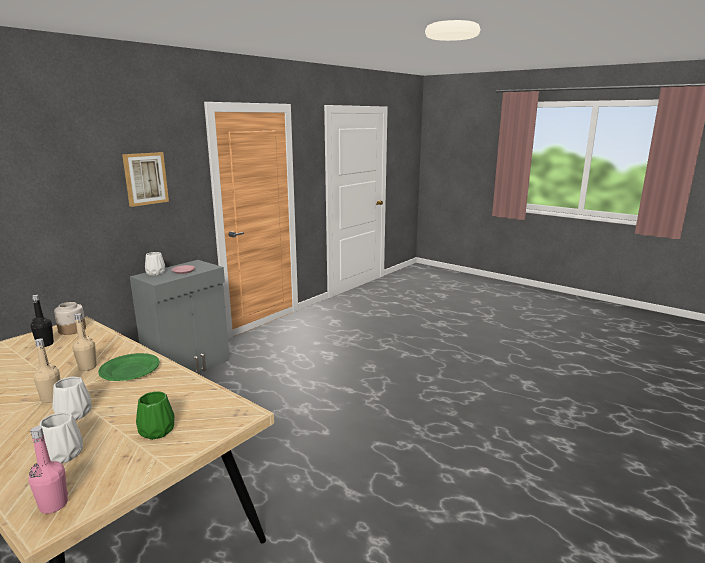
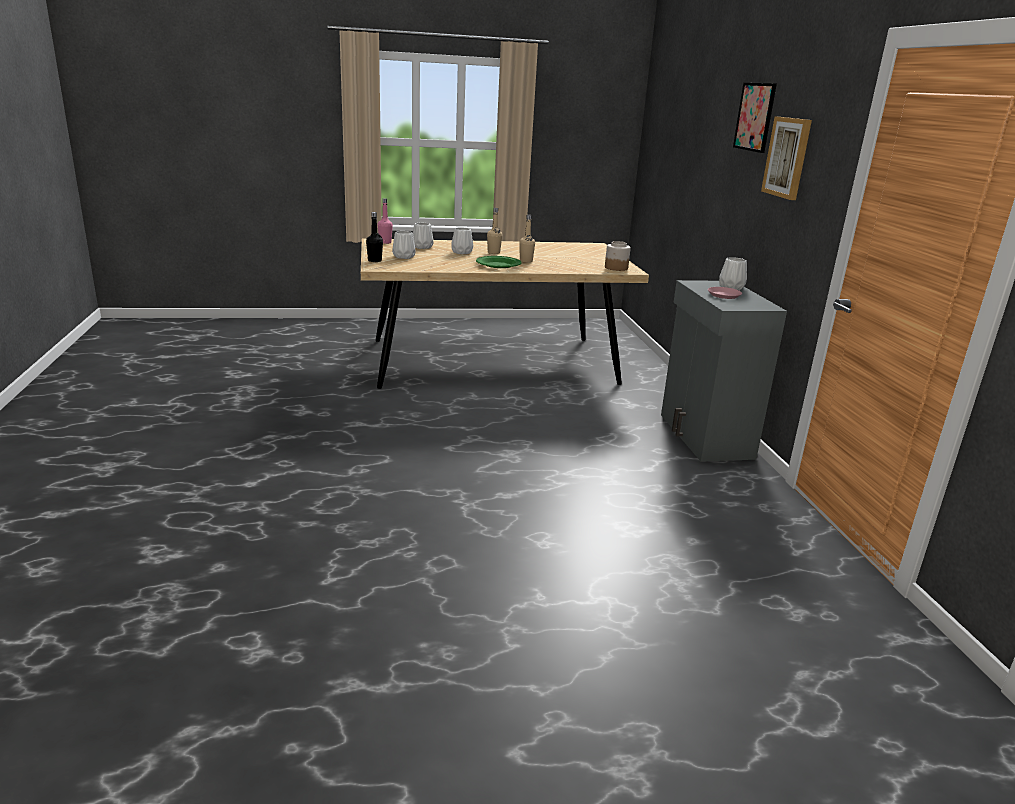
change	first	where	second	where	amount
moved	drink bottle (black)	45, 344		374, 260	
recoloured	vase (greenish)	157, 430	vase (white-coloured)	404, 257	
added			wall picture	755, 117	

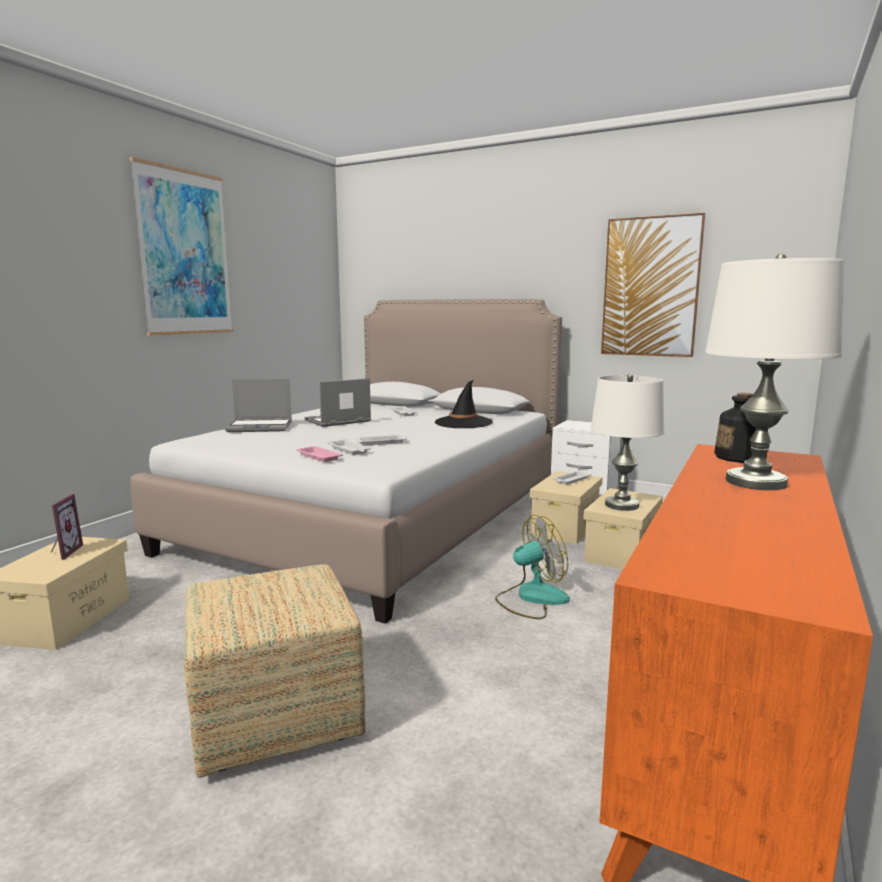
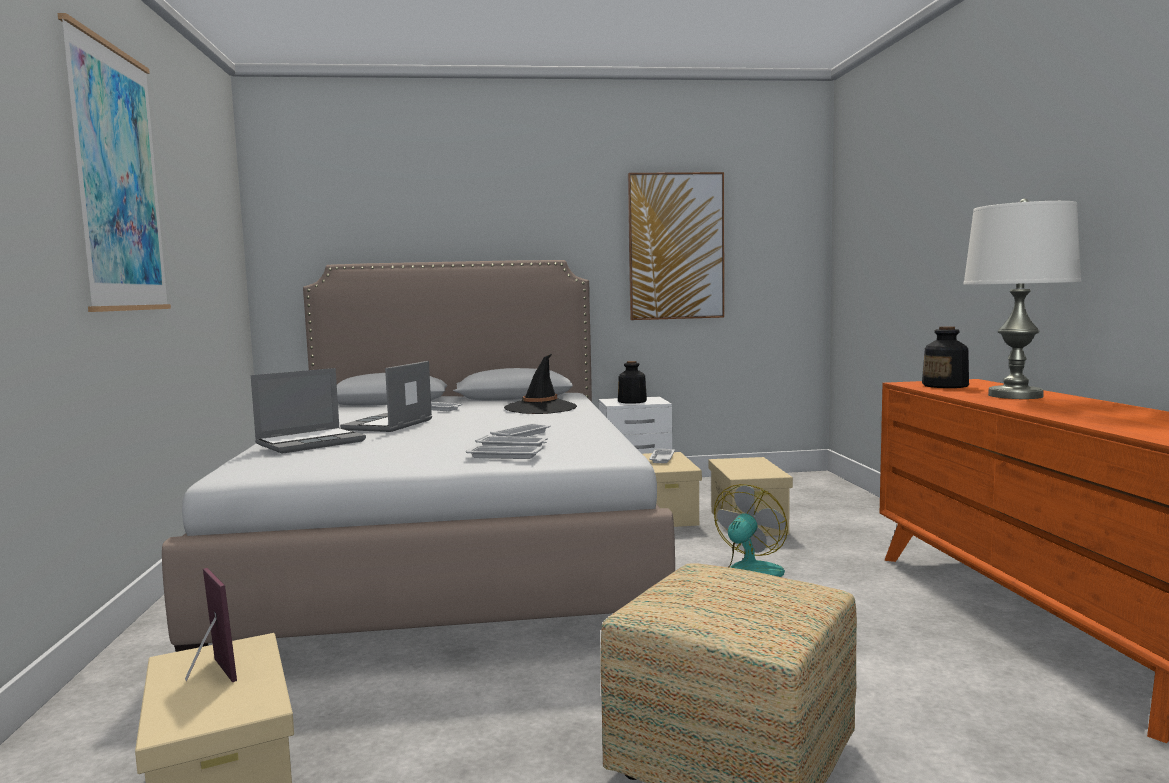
change	first	where	second	where	amount
recoloured	carrying tray (pinkish)	318, 457	carrying tray (white-coloured)	503, 456	
removed	lamp for a table (white-coloured)	621, 505			
added			drink bottle	632, 401	

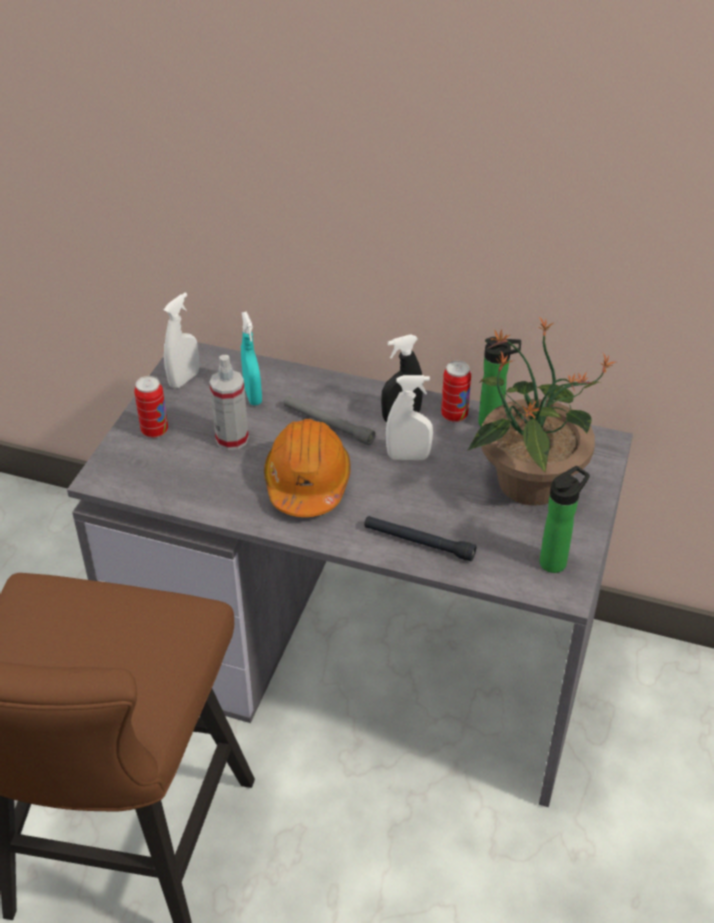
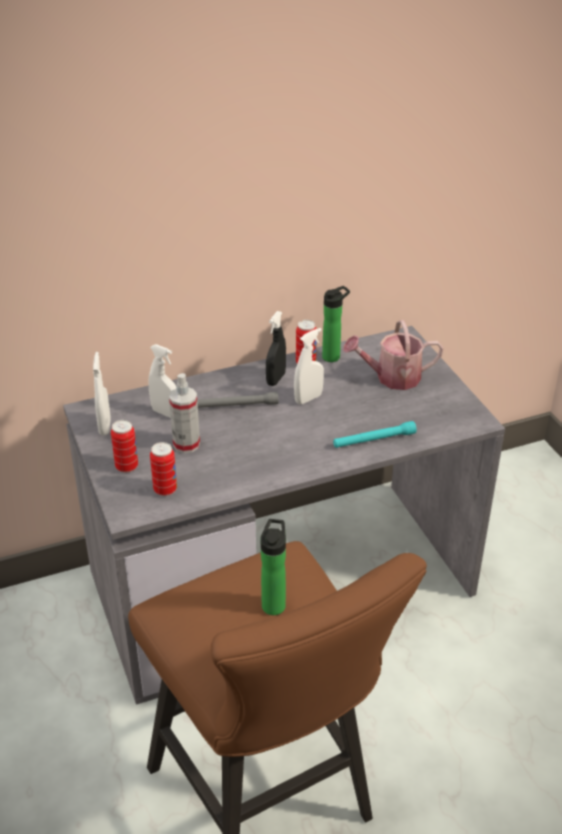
change	first	where	second	where	amount
recoloured	hand sprayer (turquoise)	252, 395	hand sprayer (white-coloured)	165, 413	
removed	hard hat (orangey)	307, 482			
recoloured	torch (black)	418, 543	torch (turquoise)	374, 440	
replaced	houseplant	528, 483	sprinkling can	391, 378	
moved	drink bottle	556, 561		274, 603	
added			can	165, 490	

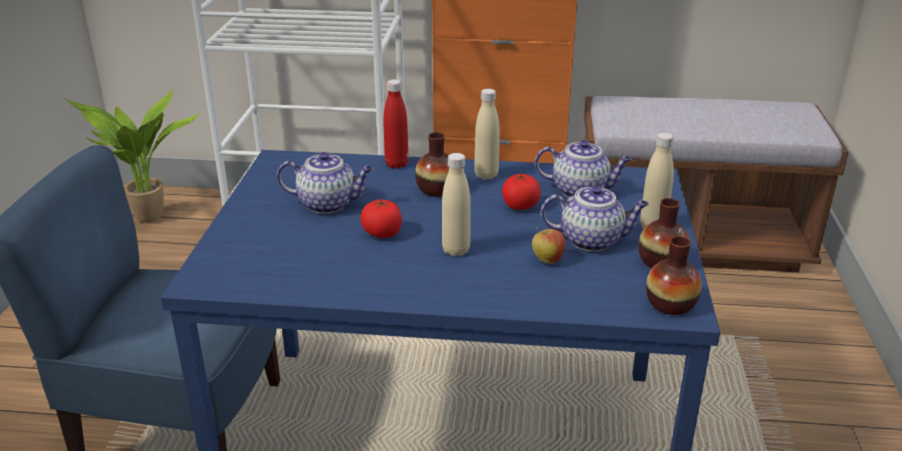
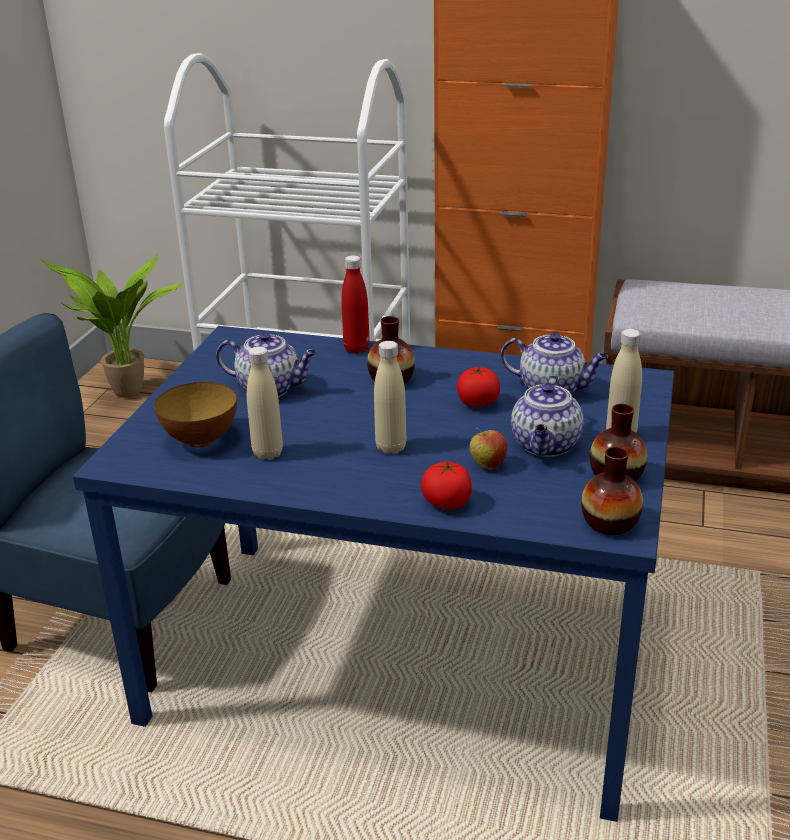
change	first	where	second	where	amount
moved	tomato	382, 233		447, 503	
moved	drink bottle (sand-coloured)	486, 175		267, 453	
turned	tea pot	592, 240		546, 446	90 degrees clockwise
added			deep dish	201, 440	

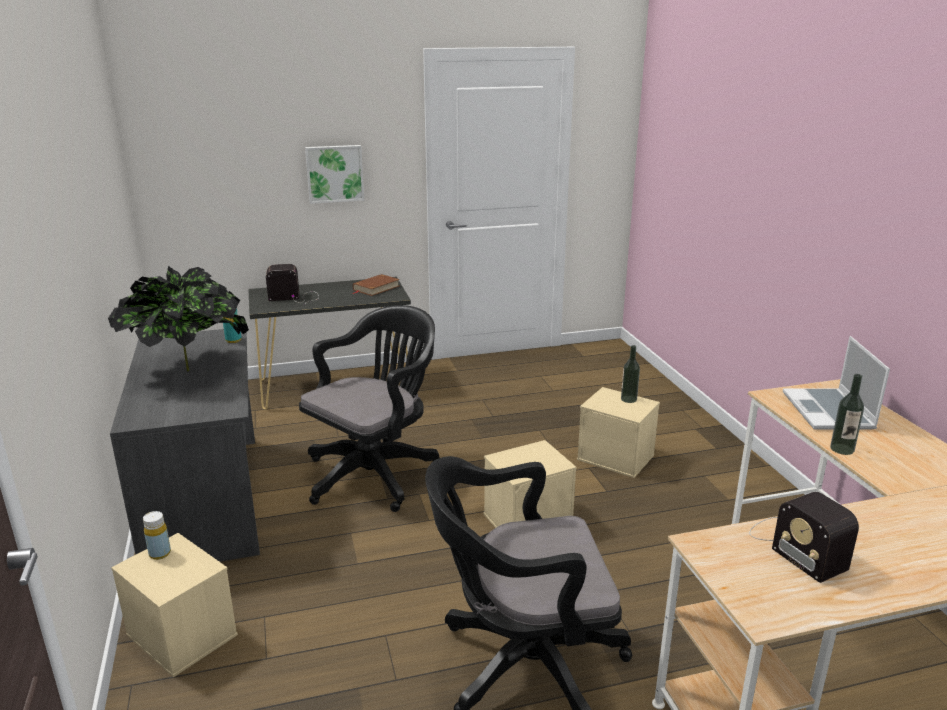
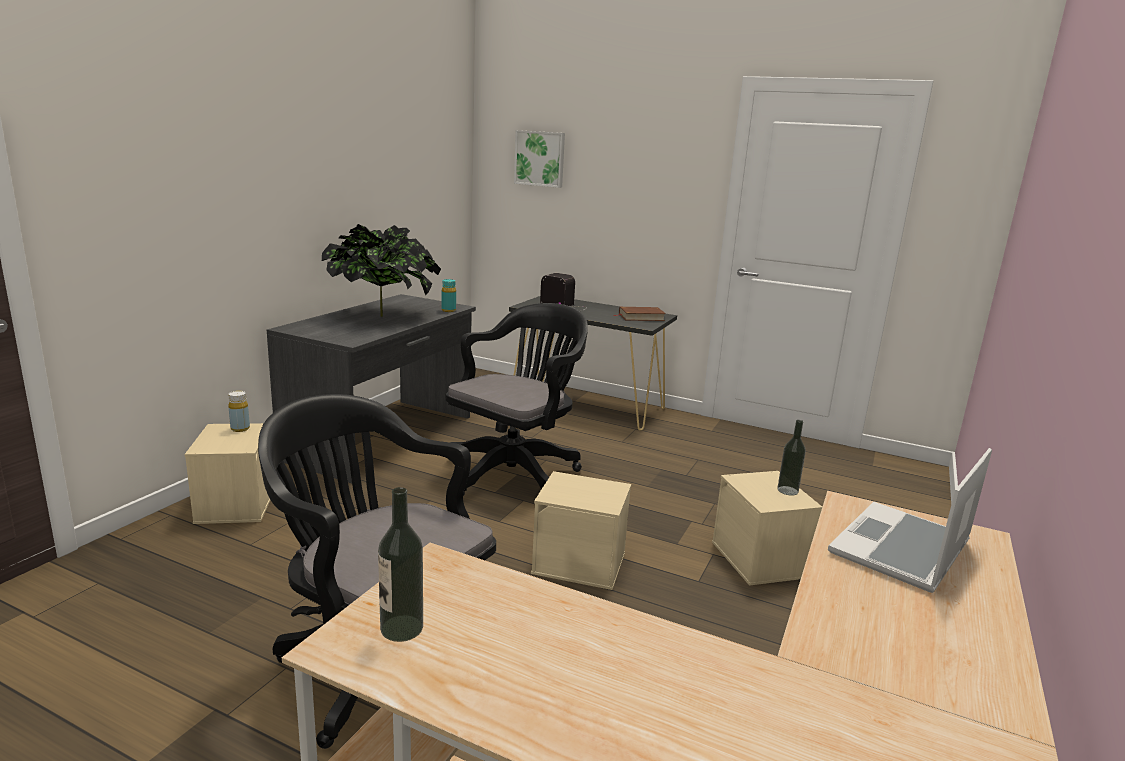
change	first	where	second	where	amount
turned	computer chair (black)	376, 473		516, 472	45 degrees counterclockwise
moved	wall picture	334, 173		540, 158	
removed	radio receiver	795, 545			
moved	drink bottle	842, 449		401, 628	

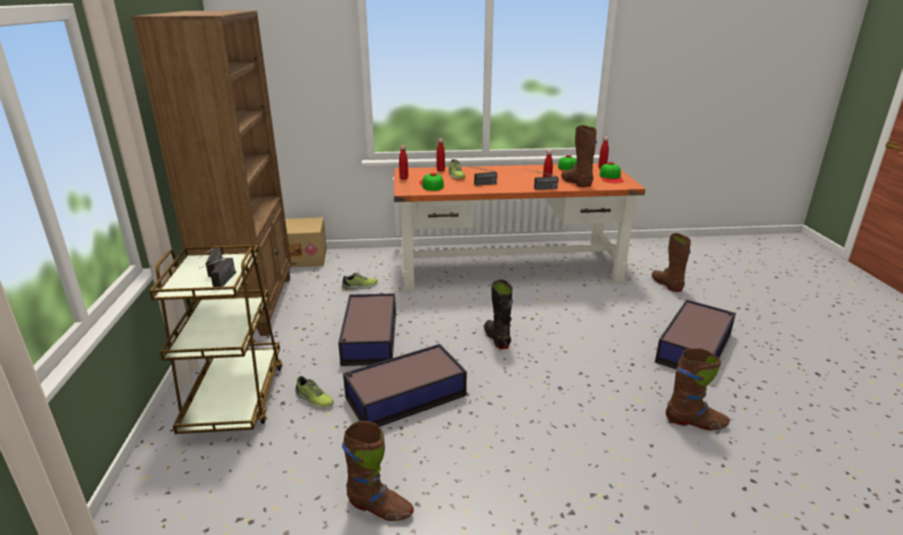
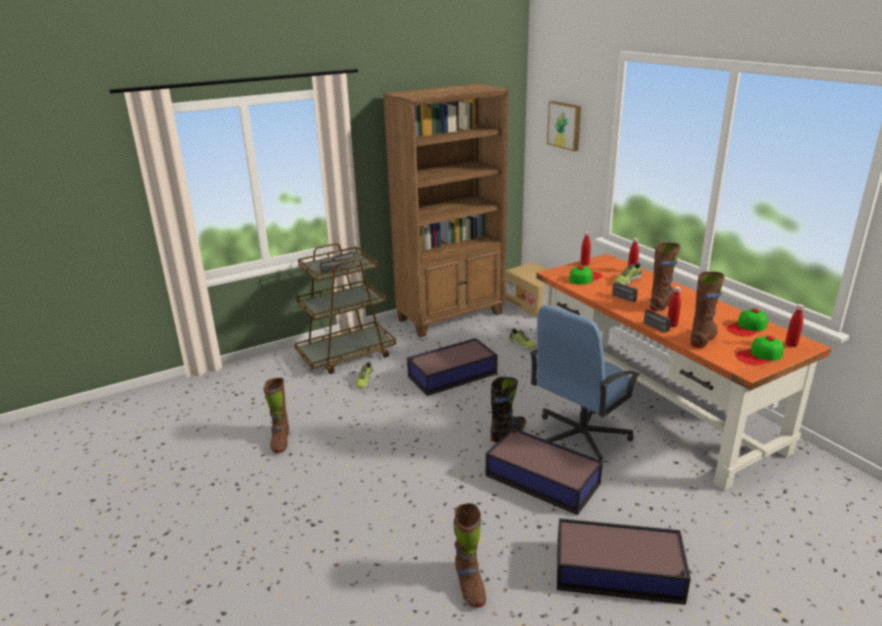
change	first	where	second	where	amount
moved	storage container	404, 396		541, 479	
moved	high-top boot (brown)	667, 284		663, 304	
added			computer chair (blue)	580, 437	
added			wall picture	565, 125	

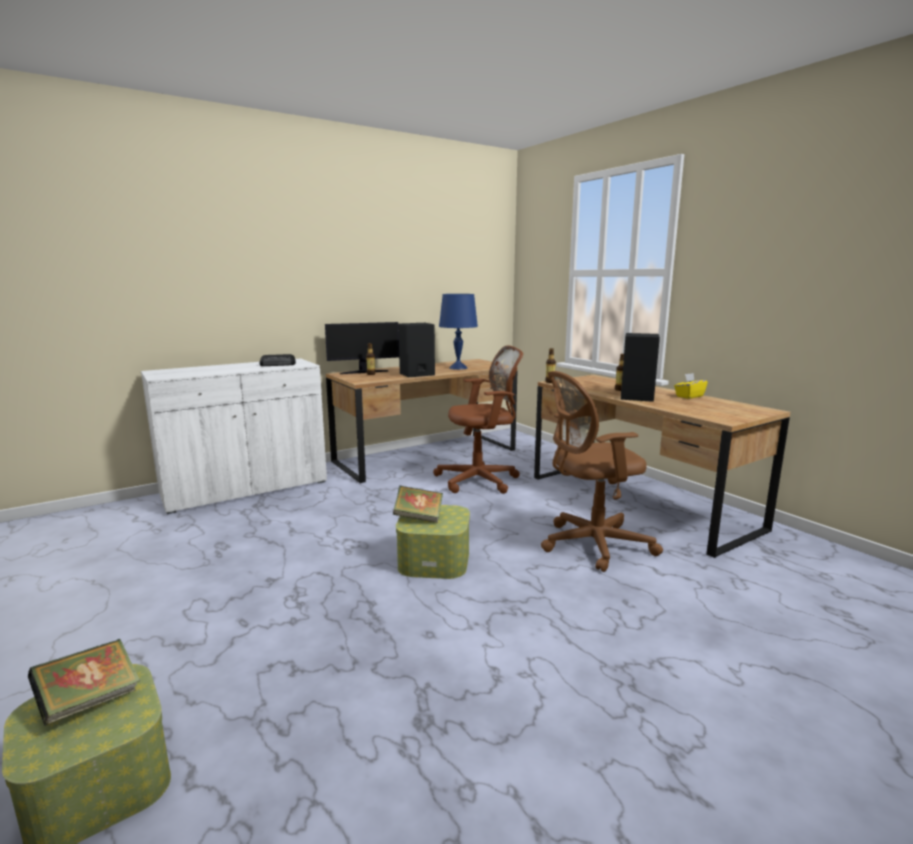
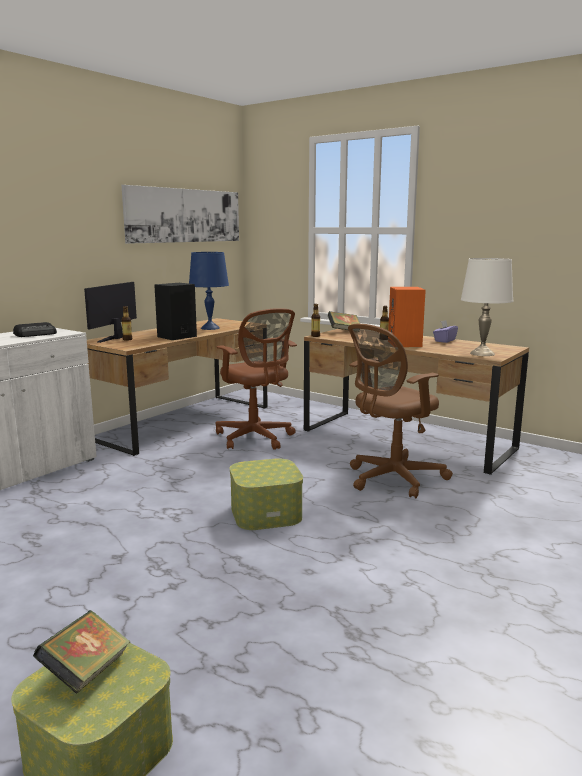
change	first	where	second	where	amount
turned	computer screen	364, 372		116, 338	150 degrees clockwise
moved	volume	418, 518		344, 331	
turned	computer chair (brown)	481, 480		256, 438	90 degrees clockwise
recoloured	speaker (black)	637, 397	speaker (orangey)	405, 344	
recoloured	tissue holder (yellowish)	689, 396	tissue holder (purple)	444, 340	
added			wall picture	185, 215	
added			lamp for a table (white-coloured)	482, 353	

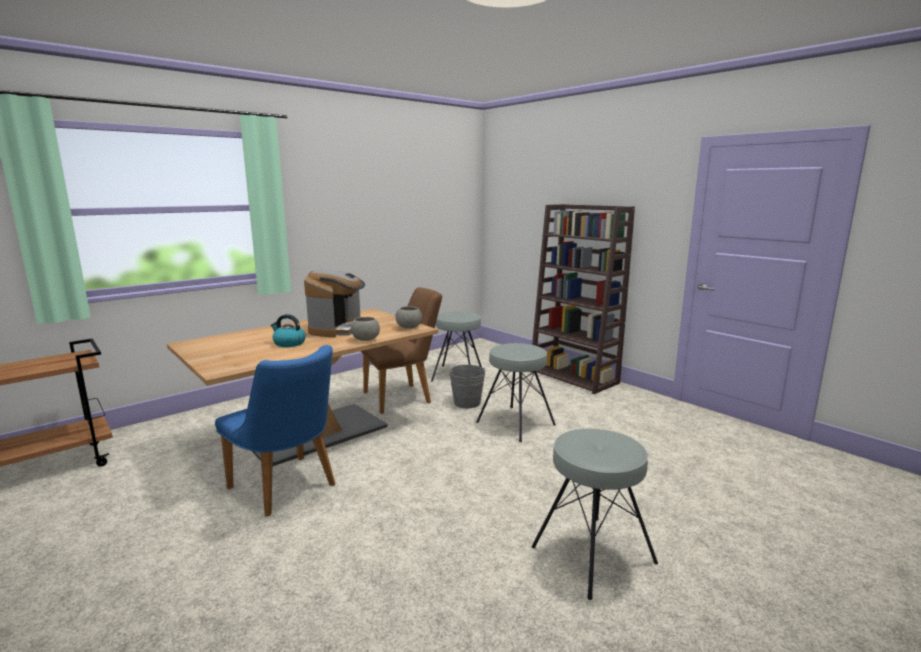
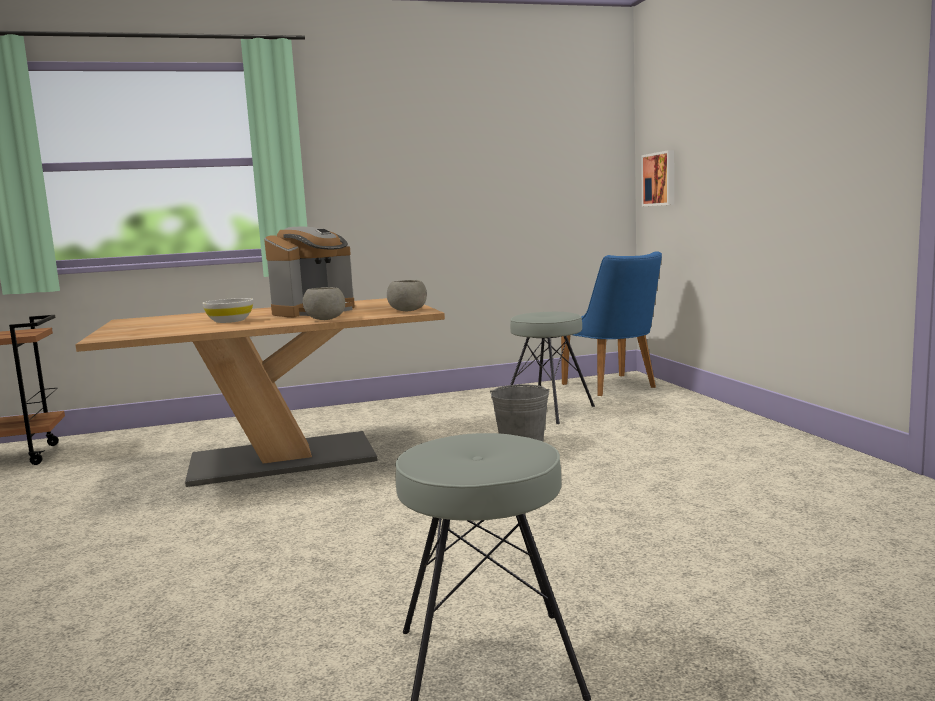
change	first	where	second	where	amount
moved	chair (blue)	288, 489		614, 387	
replaced	tea kettle	289, 343	deep dish (white-coloured)	230, 321	
removed	chair (brown)	404, 397			
removed	stool (grey)	516, 423			
removed	bookshelf (brown)	574, 377			
added			wall picture	660, 179	

